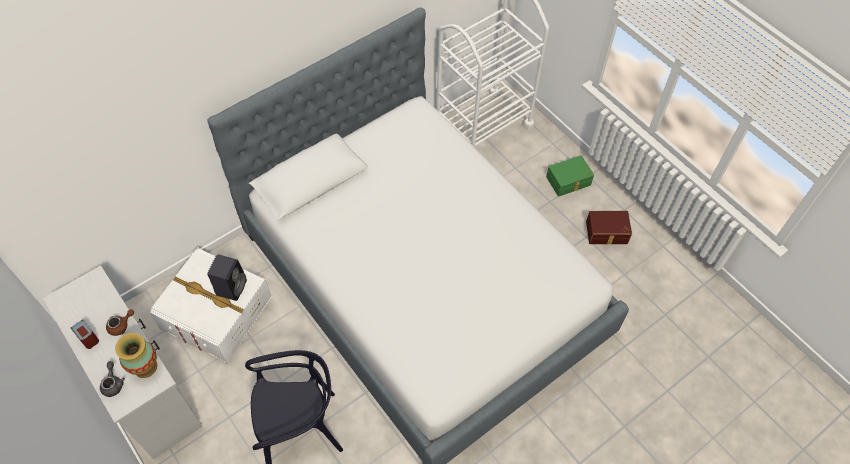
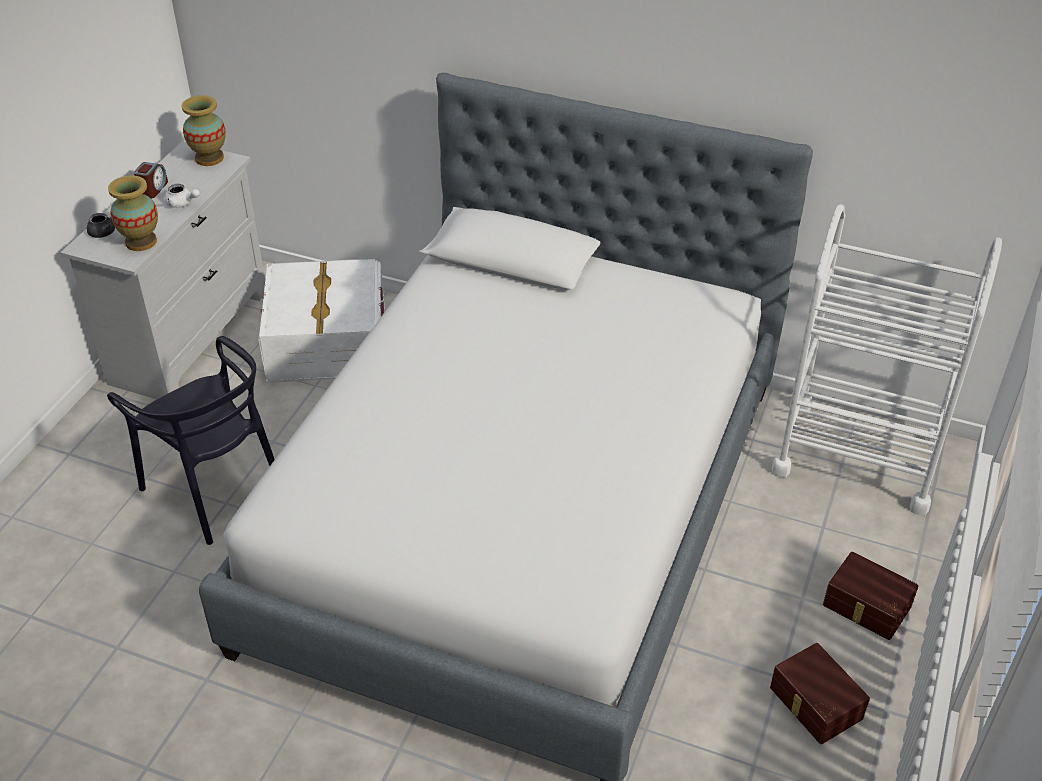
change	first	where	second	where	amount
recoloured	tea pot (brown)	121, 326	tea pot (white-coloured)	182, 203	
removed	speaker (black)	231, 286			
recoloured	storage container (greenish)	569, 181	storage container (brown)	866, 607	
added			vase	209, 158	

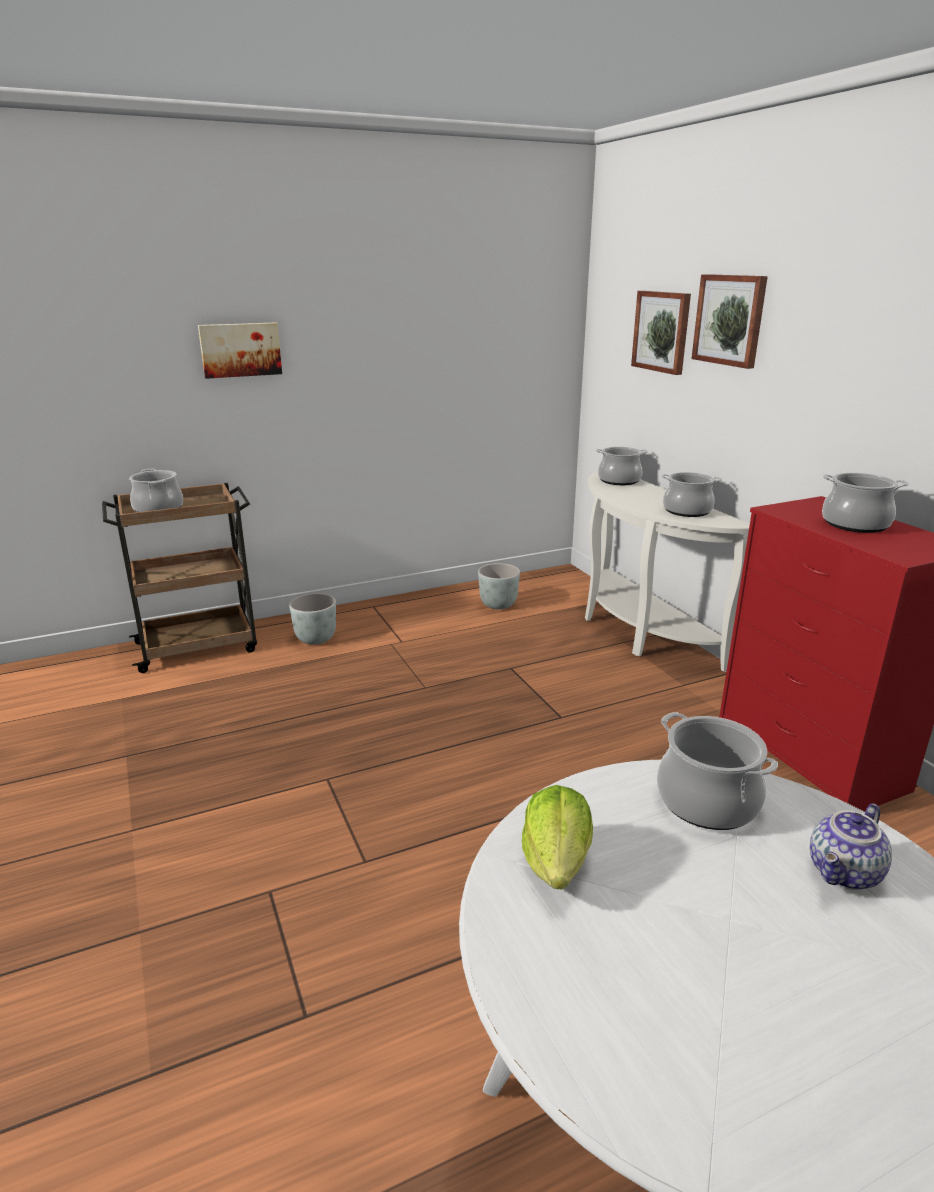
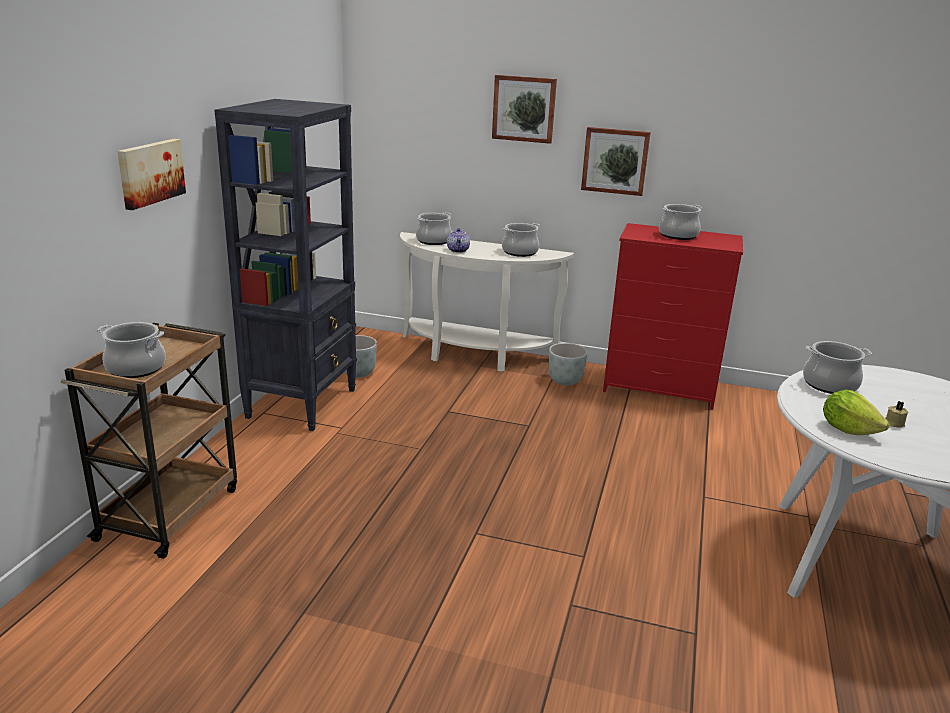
change	first	where	second	where	amount
moved	planter (grey)	315, 639		565, 381	
moved	wall picture	662, 331		615, 161	
moved	tea pot	845, 873		458, 250	
added			bookshelf (black)	303, 403	
added			wax candle (sand-coloured)	893, 423	

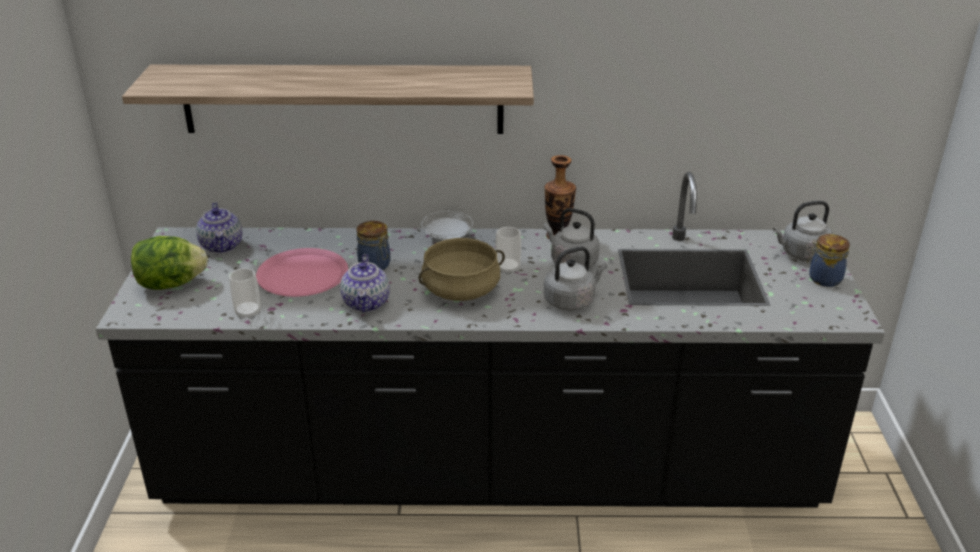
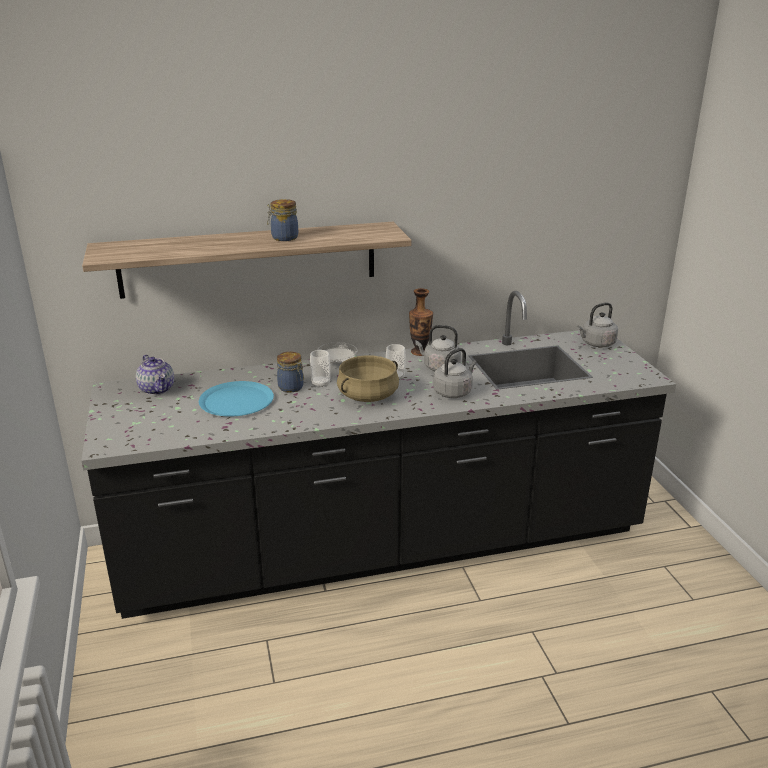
change	first	where	second	where	amount
removed	lettuce	171, 284			
moved	small cup	248, 313		320, 384	
recoloured	flat dish (pinkish)	302, 274	flat dish (blue)	236, 400	
removed	tea pot	367, 303			
moved	storage jar	823, 279		283, 238	

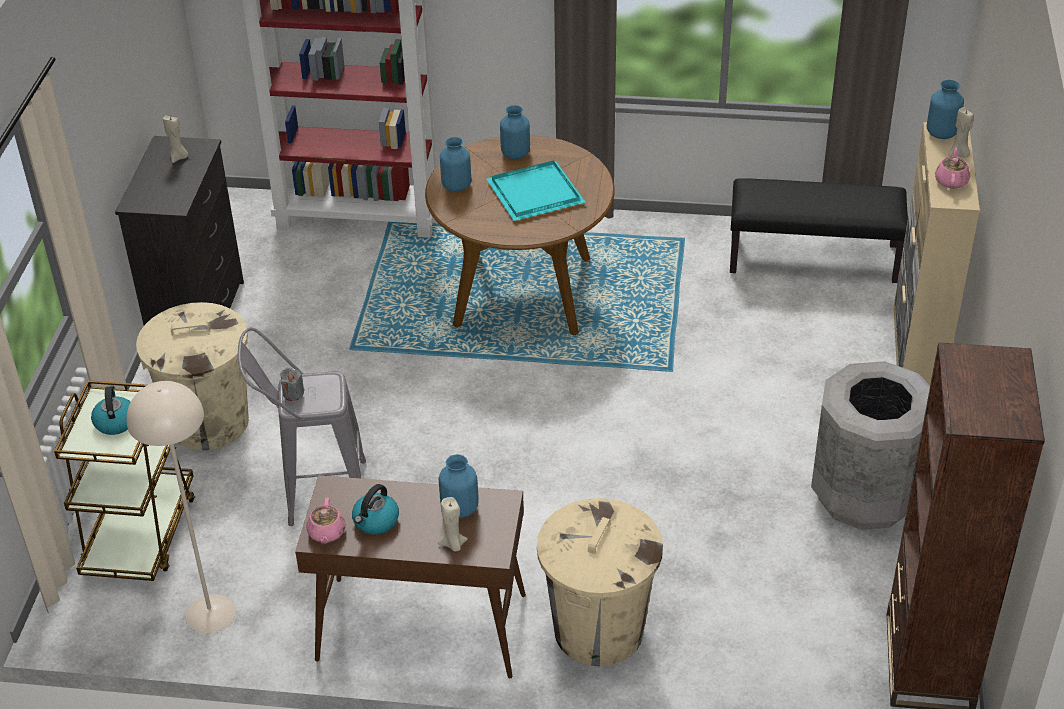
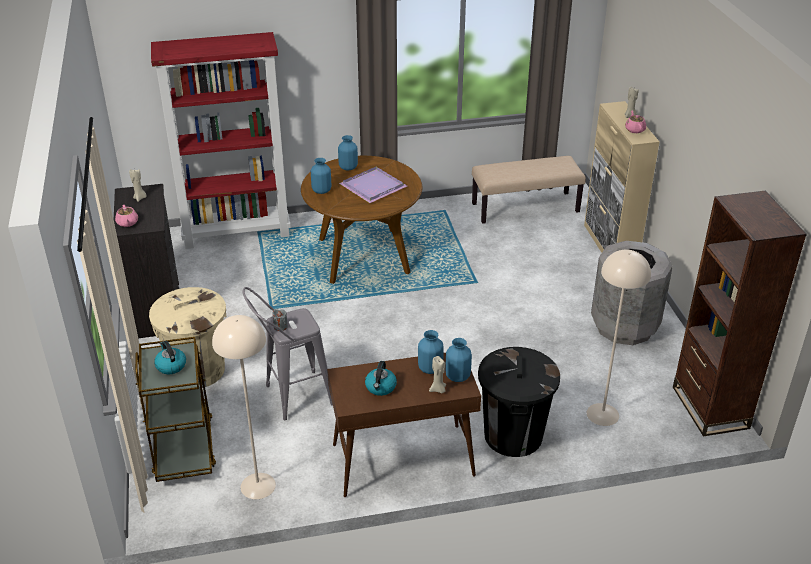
change	first	where	second	where	amount
moved	tea pot (pinkish)	326, 533		127, 223	
recoloured	carrying tray (turquoise)	536, 192	carrying tray (purple)	373, 186	
recoloured	rubbish bin (sand-coloured)	598, 630	rubbish bin (black)	513, 435	
recoloured	bench (black)	814, 258	bench (sand-coloured)	525, 207	
moved	vase (blue)	941, 134		457, 377	
added			floor lamp (sand-coloured)	602, 414	

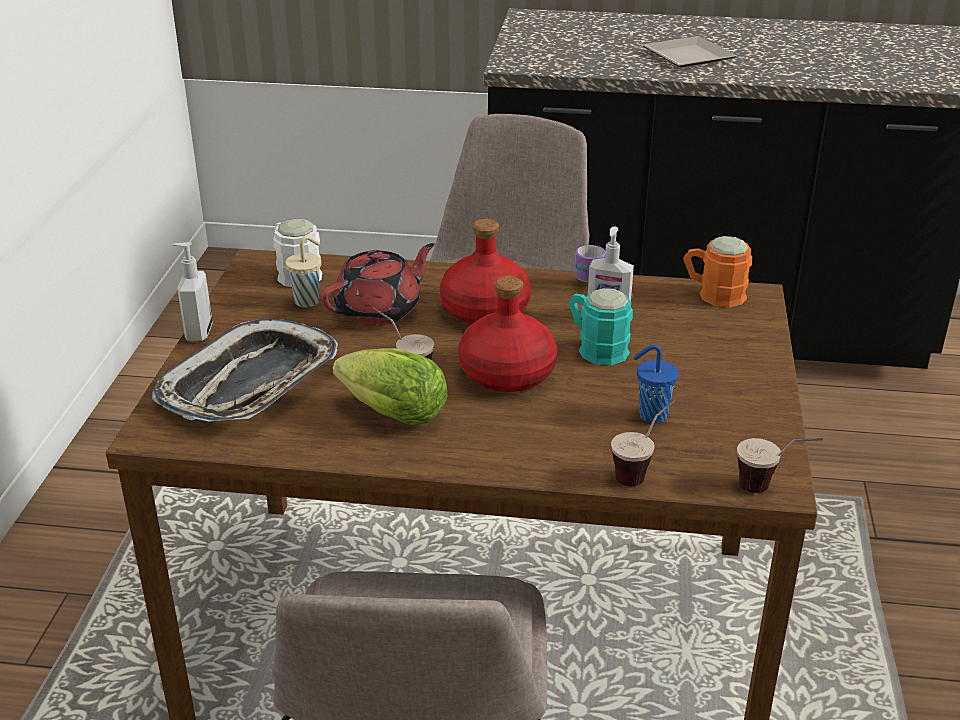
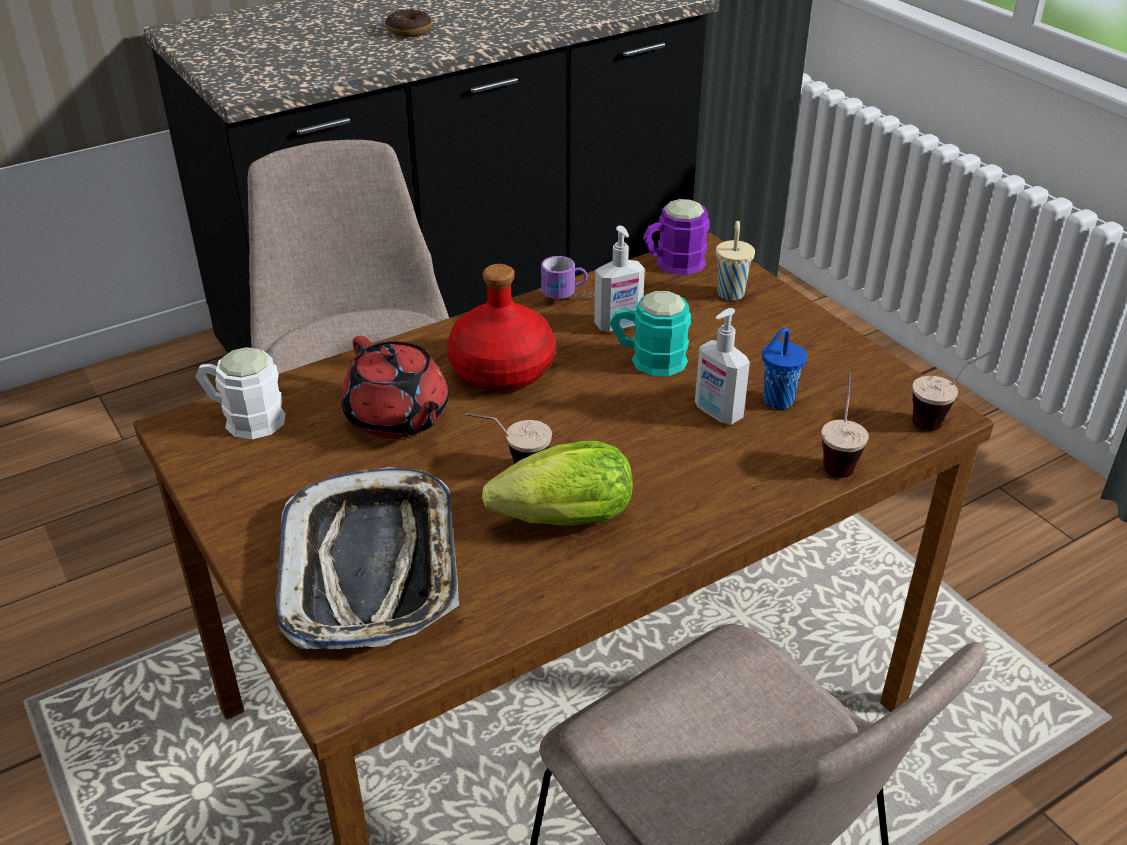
change	first	where	second	where	amount
moved	liquid soap bottle	197, 332		717, 413	
moved	small cup (sand-coloured)	308, 301		730, 293	
turned	tea pot (red)	380, 310		398, 418	135 degrees clockwise
removed	drink bottle (red)	506, 373			
replaced	flat dish	689, 55	doughnut	409, 31	
recoloured	coffee mug (orangey)	713, 294	coffee mug (purple)	672, 264	

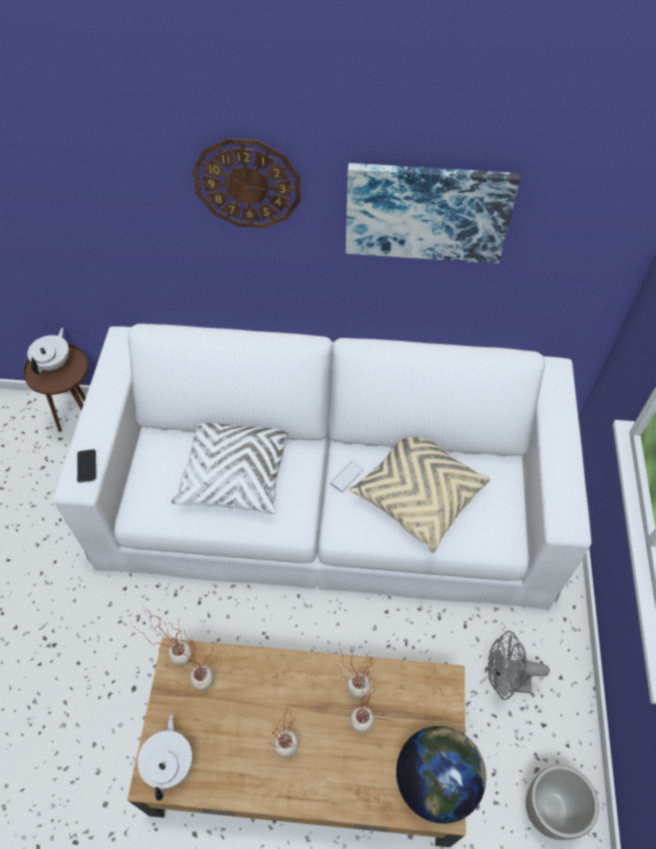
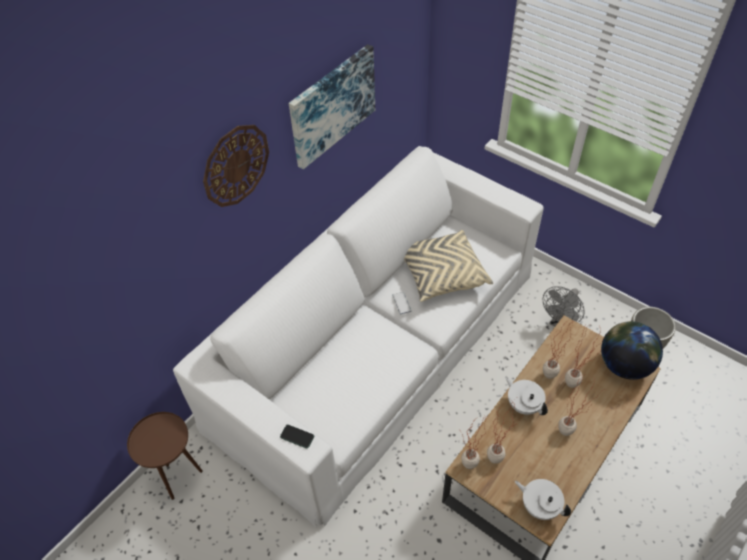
change	first	where	second	where	amount
moved	tea pot (white-coloured)	54, 363		523, 404	
removed	pillow (white-coloured)	234, 474			

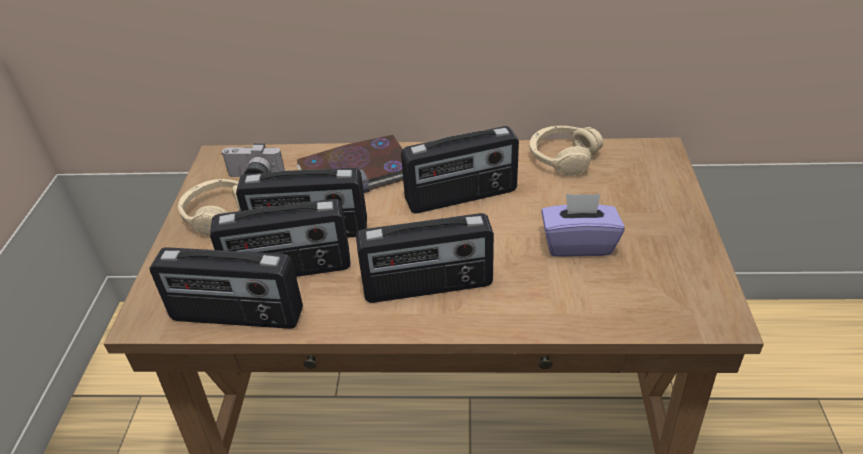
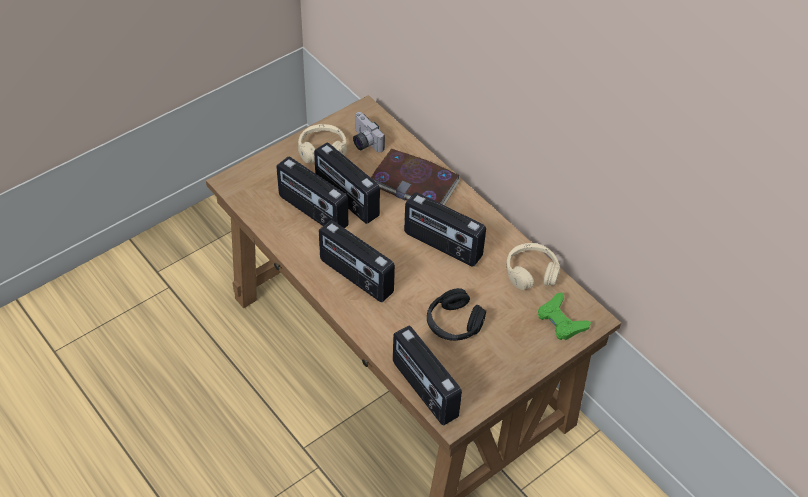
change	first	where	second	where	amount
moved	radio receiver	237, 316		424, 390	
replaced	tissue holder (purple)	578, 243	headphones (black)	453, 323	
added			joypad (greenish)	561, 320	

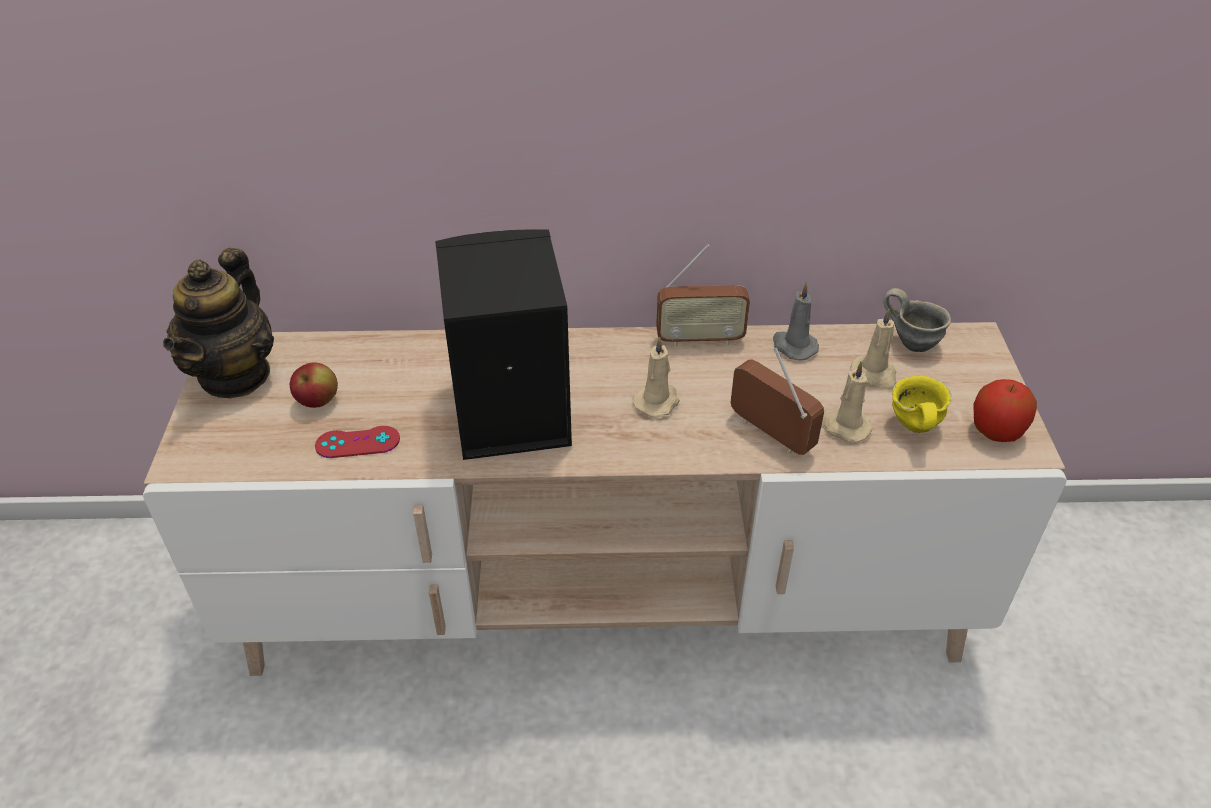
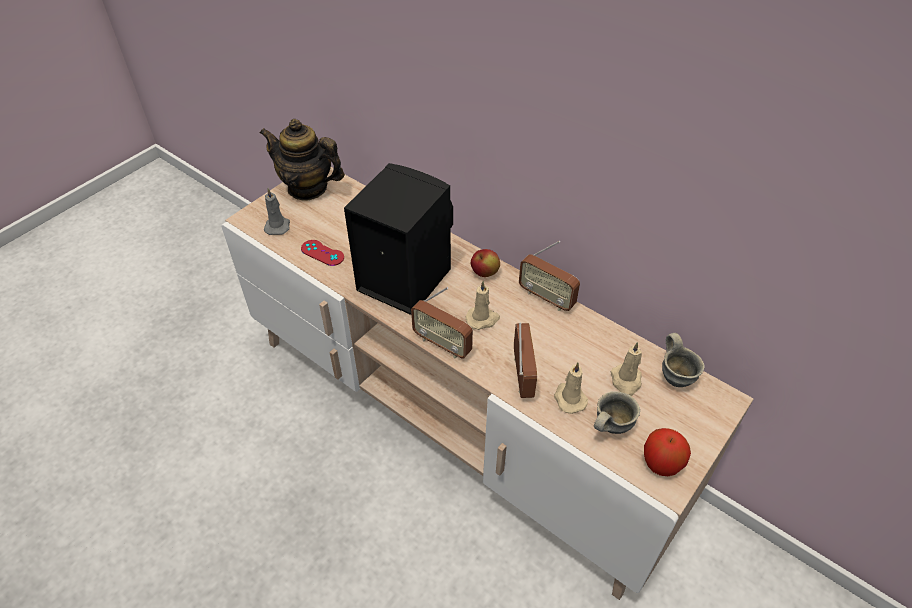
change	first	where	second	where	amount
turned	tea pot	235, 375		308, 188	60 degrees clockwise
moved	apple fruit	318, 402		485, 273	
moved	wax candle (grey)	793, 346		277, 226	
recoloured	coffee mug (yellowish)	911, 428	coffee mug (grey)	609, 426	
added			radio receiver	442, 344	

